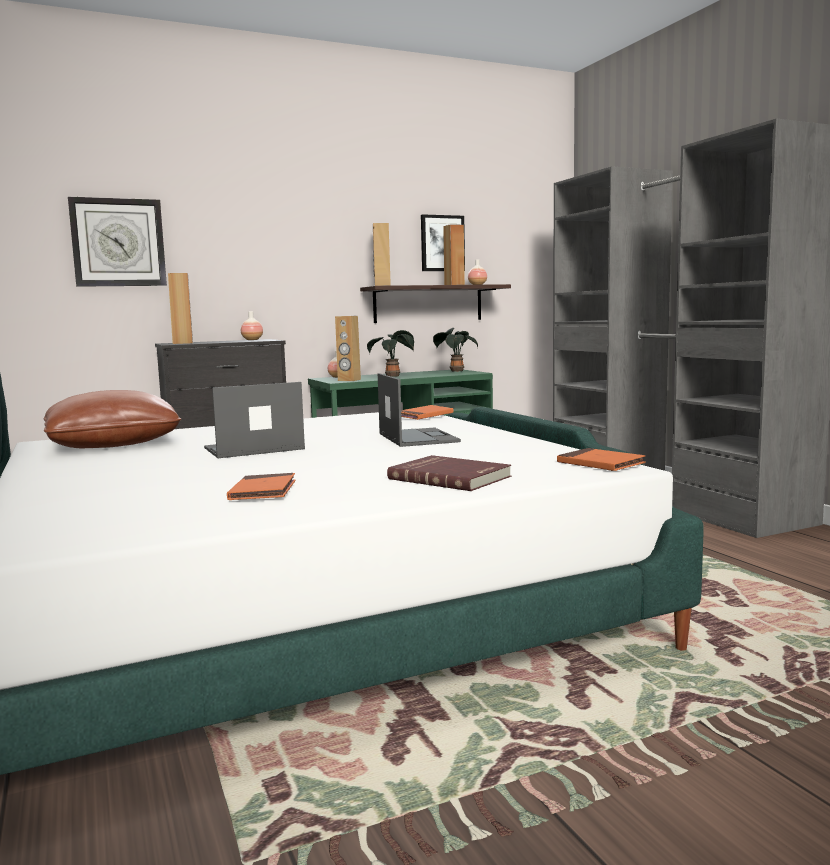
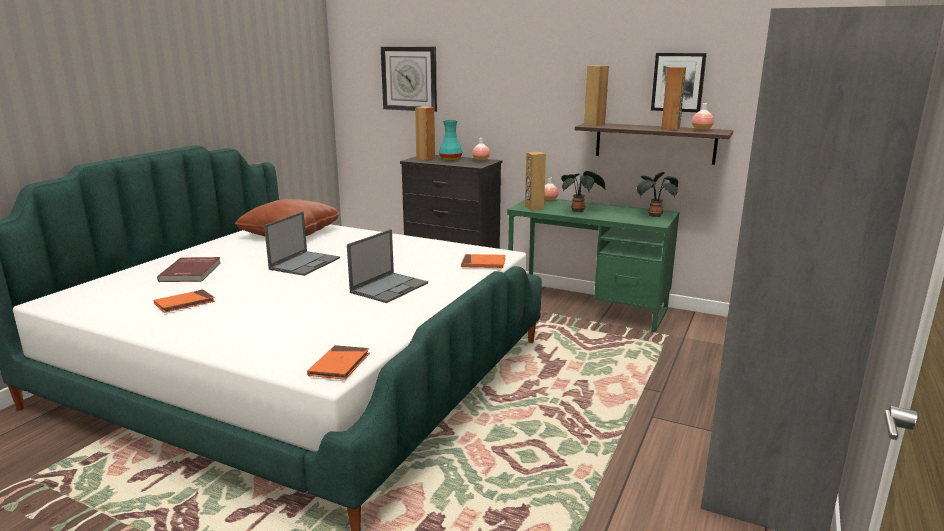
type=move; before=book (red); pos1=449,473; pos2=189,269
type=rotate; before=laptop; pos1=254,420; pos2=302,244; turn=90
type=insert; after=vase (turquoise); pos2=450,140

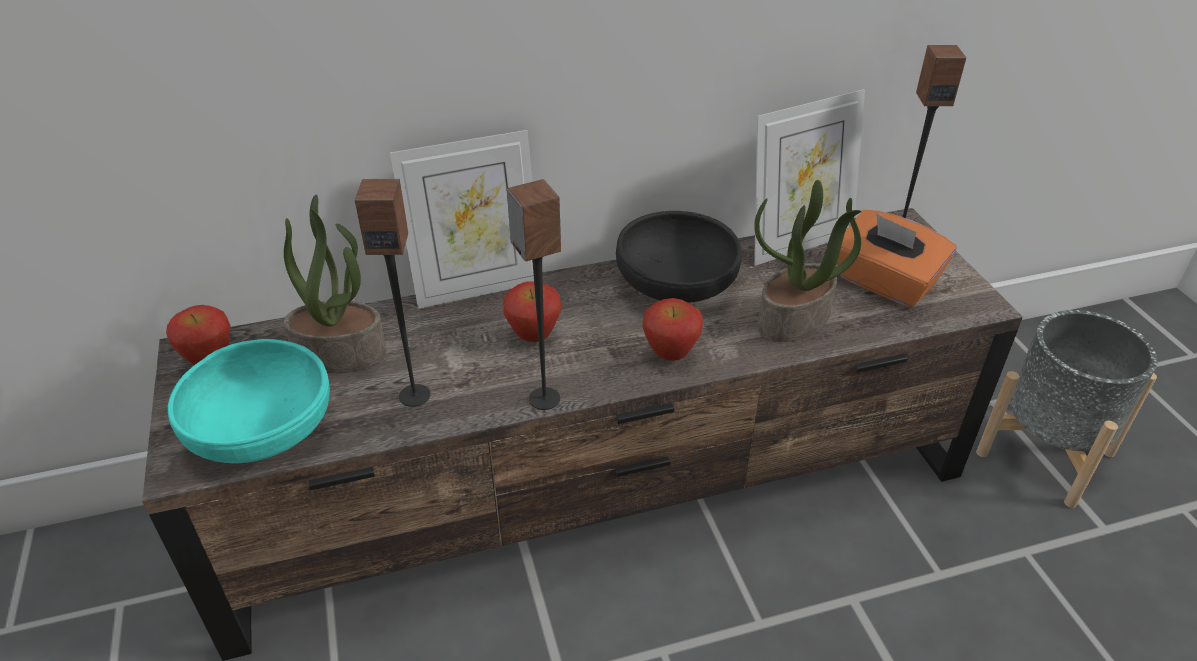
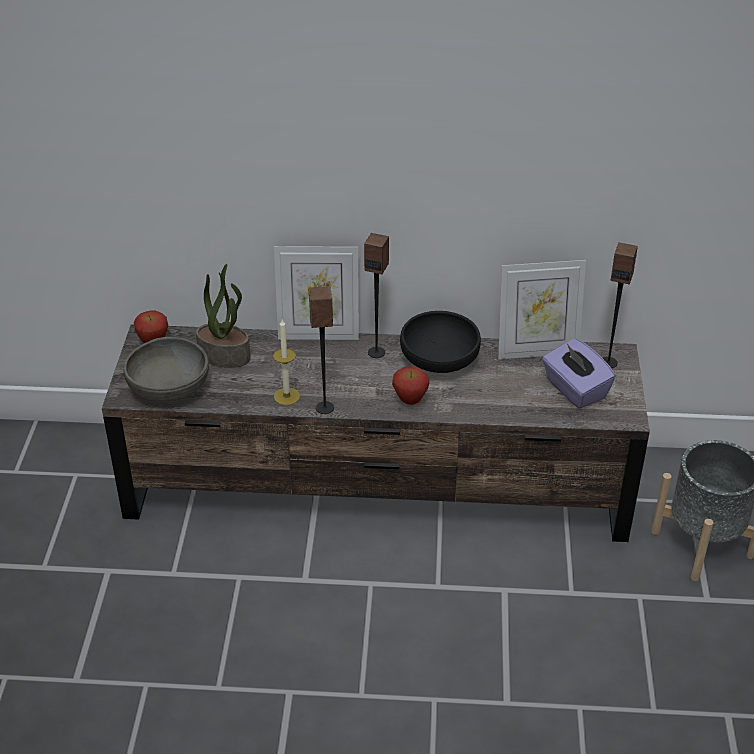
type=recolor; before=bowl (turquoise); after=bowl (grey); pos1=249,401; pos2=166,369
type=insert; after=candle; pos2=286,362
type=move; before=speaker; pos1=392,293; pos2=376,295
type=recolor; before=tissue box (orange); after=tissue box (purple); pos1=897,259; pos2=579,373
type=delete; before=apple; pos1=532,311
type=delete; before=potted plant; pos1=808,261

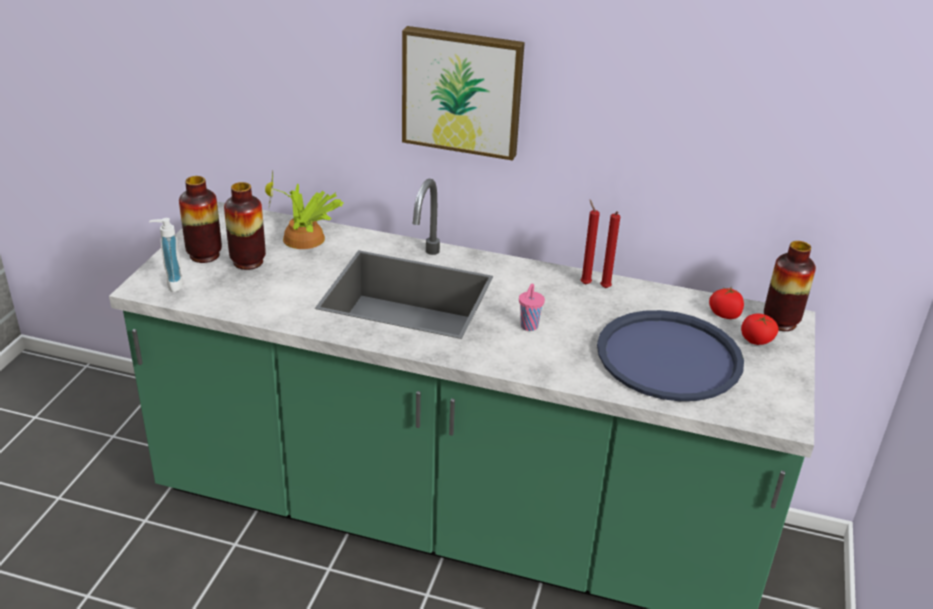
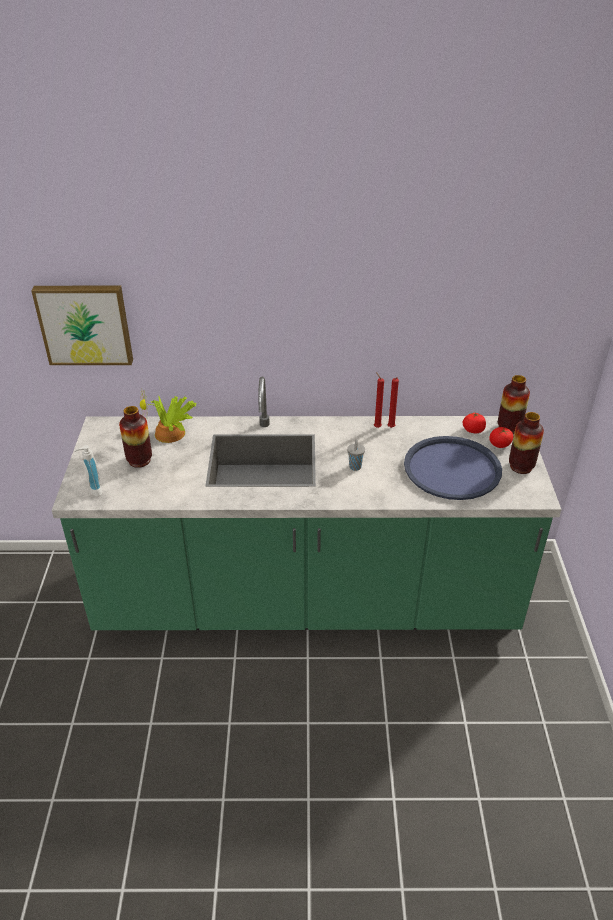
type=move; before=picture; pos1=463,93; pos2=82,325
type=recolor; before=cup (pink); after=cup (grey); pos1=532,307; pos2=356,455
type=move; before=vase; pos1=200,219; pos2=526,443

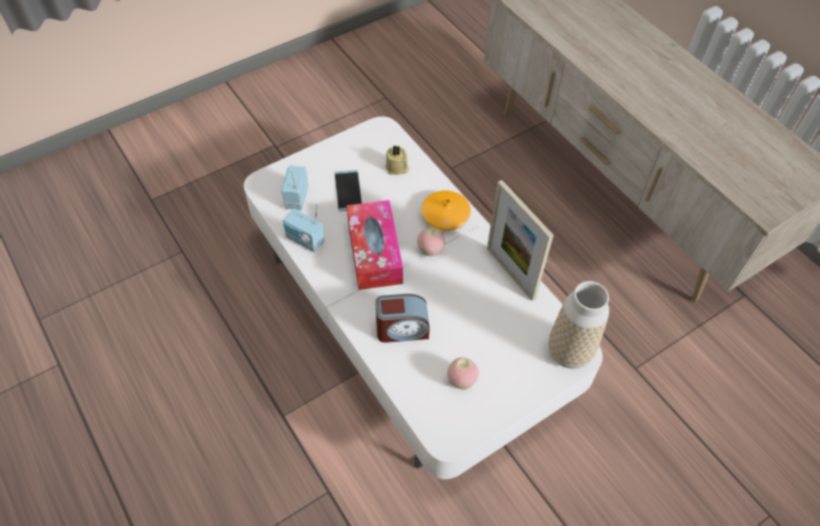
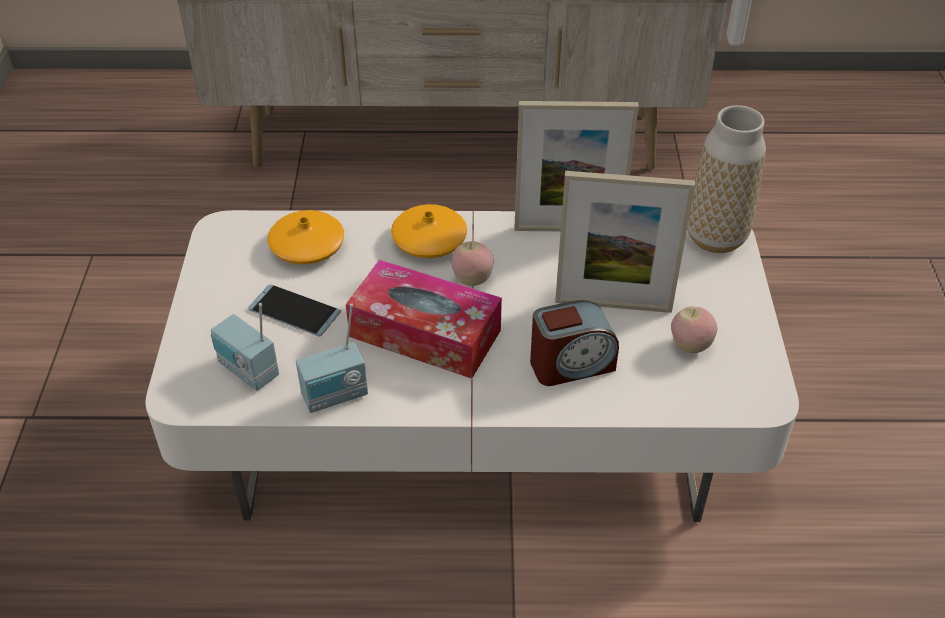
type=replace; before=candle (beige); after=vase (orange); pos1=397,160; pos2=305,237
type=rotate; before=alarm clock; pos1=402,318; pos2=574,343; turn=45
type=insert; after=picture frame; pos2=625,242

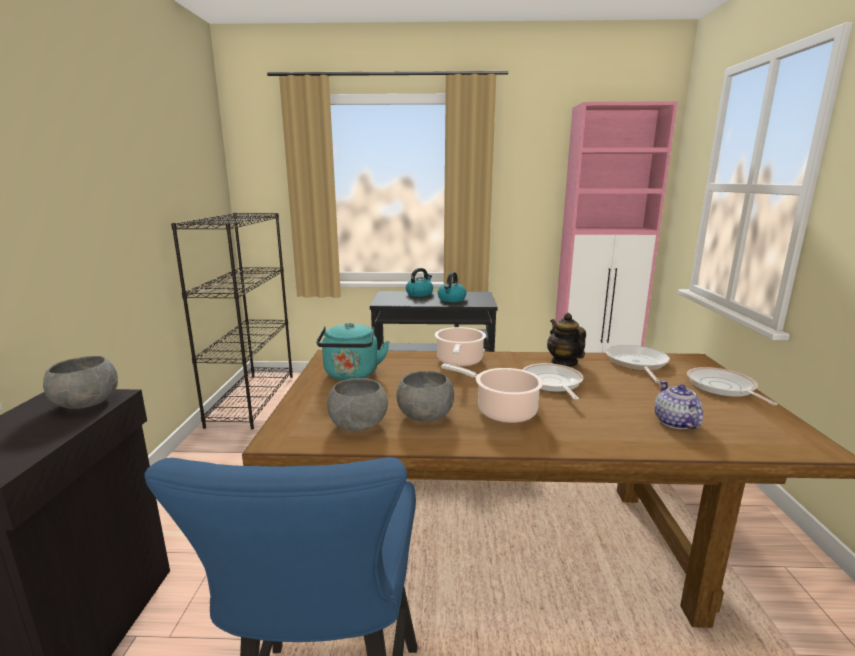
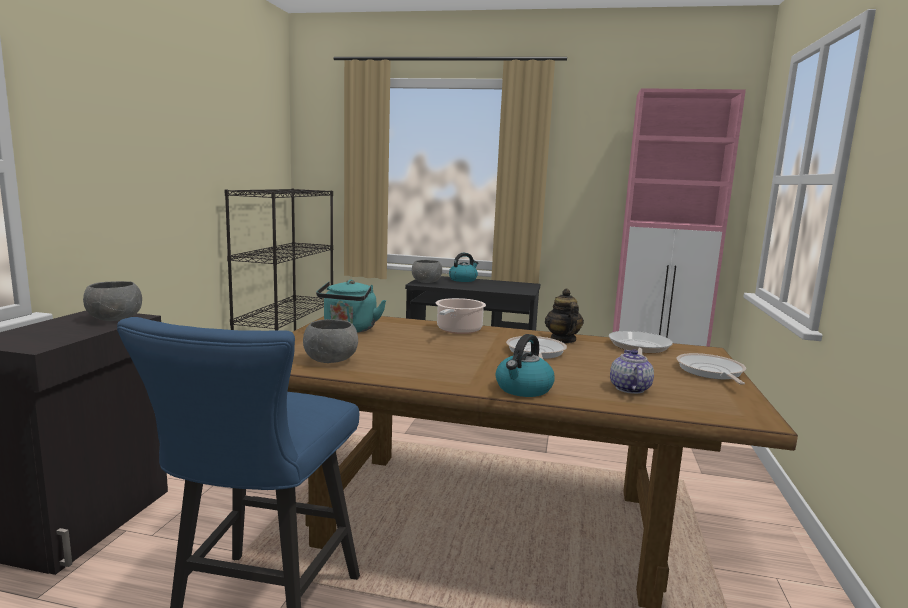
type=move; before=bowl (grey); pos1=425,396; pos2=427,271
type=move; before=kettle; pos1=452,287; pos2=525,365
type=delete; before=cooking pot; pos1=492,393

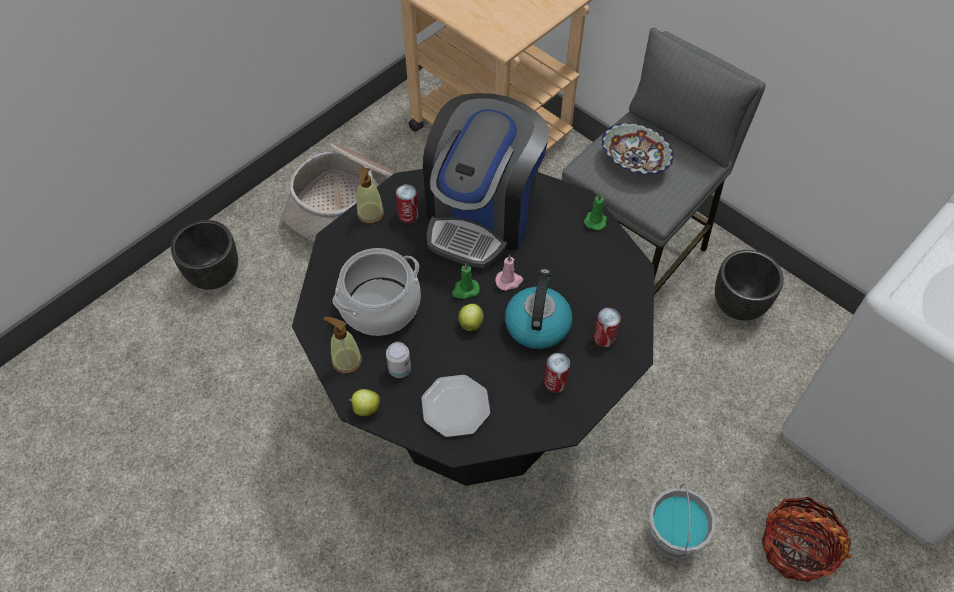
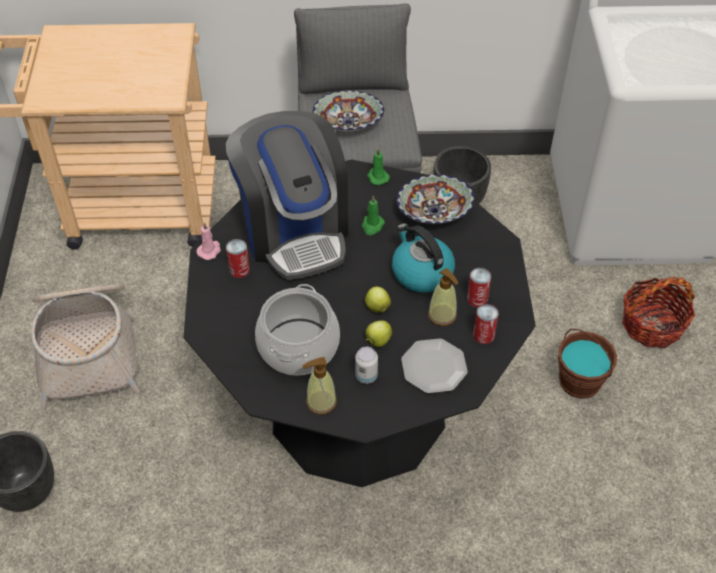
type=move; before=candle (pink); pos1=509,272; pos2=208,241
type=move; before=candle (green); pos1=466,281; pos2=373,215
type=move; before=apple; pos1=364,402; pos2=379,333
type=insert; after=bowl; pos2=435,199
type=move; before=soap dispenser; pos1=370,196; pos2=443,297
type=move; before=can; pos1=607,327; pos2=486,324
type=recolor; before=bucket (grey); after=bucket (brown); pos1=682,521; pos2=587,364

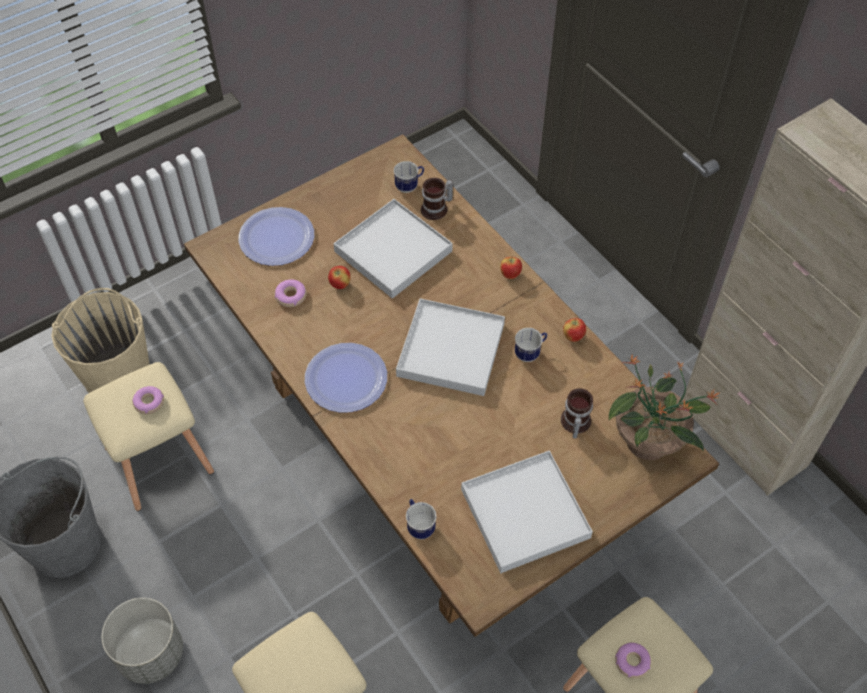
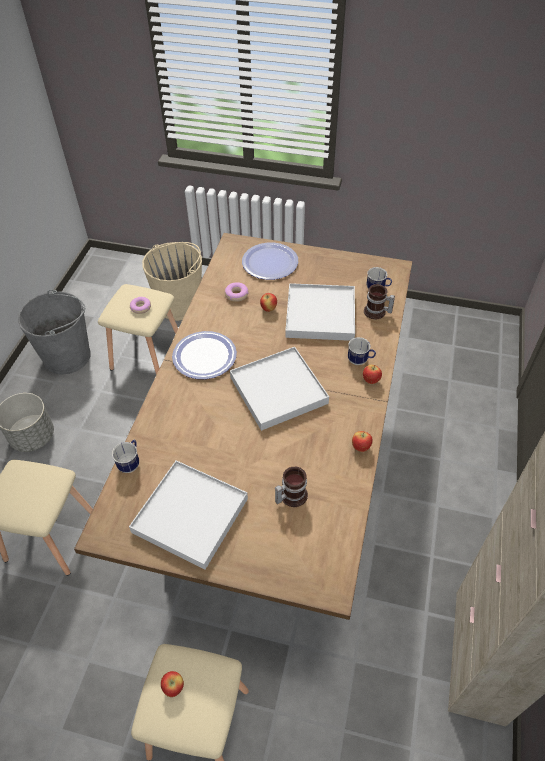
type=replace; before=donut; after=apple; pos1=633,660; pos2=172,684
type=move; before=mug; pos1=531,345; pos2=362,351
type=delete; before=potted plant; pos1=664,407

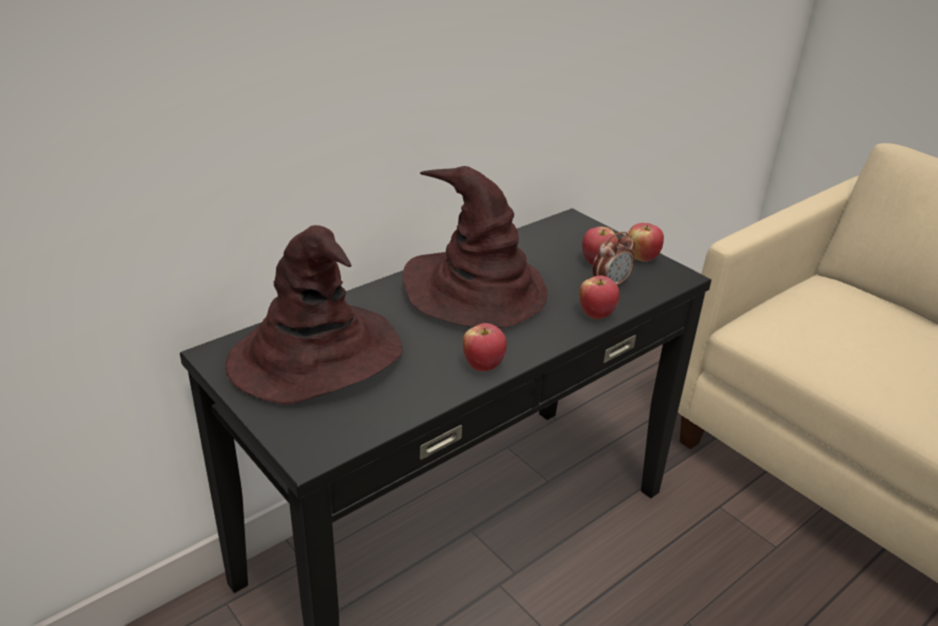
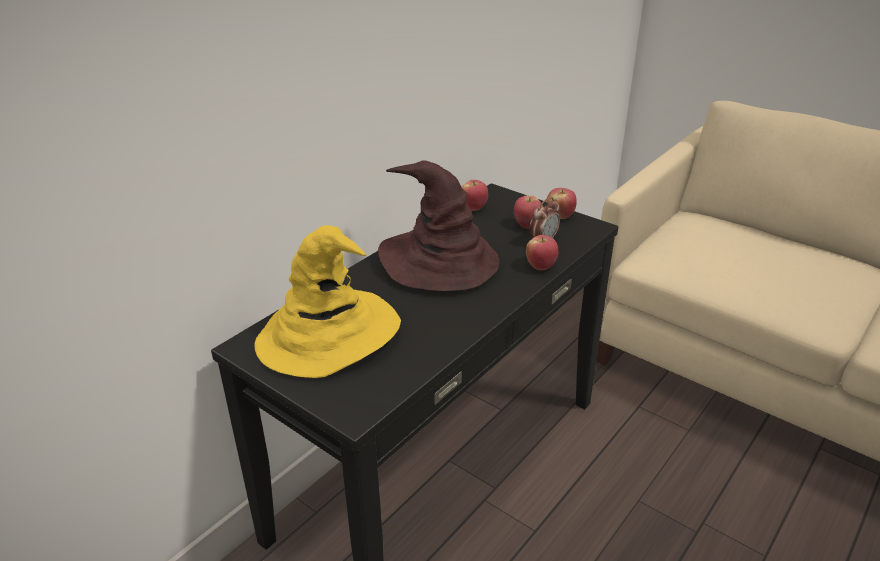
type=recolor; before=hat (brown); after=hat (yellow); pos1=314,314; pos2=328,301
type=move; before=apple; pos1=485,347; pos2=474,195

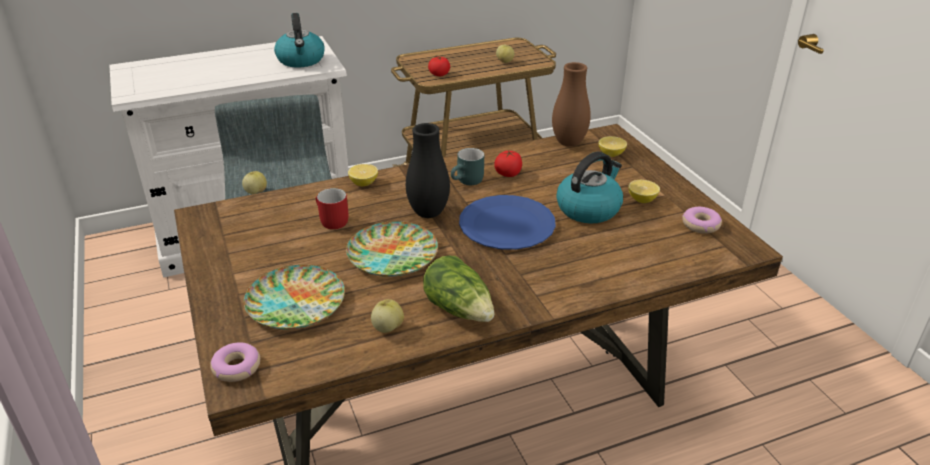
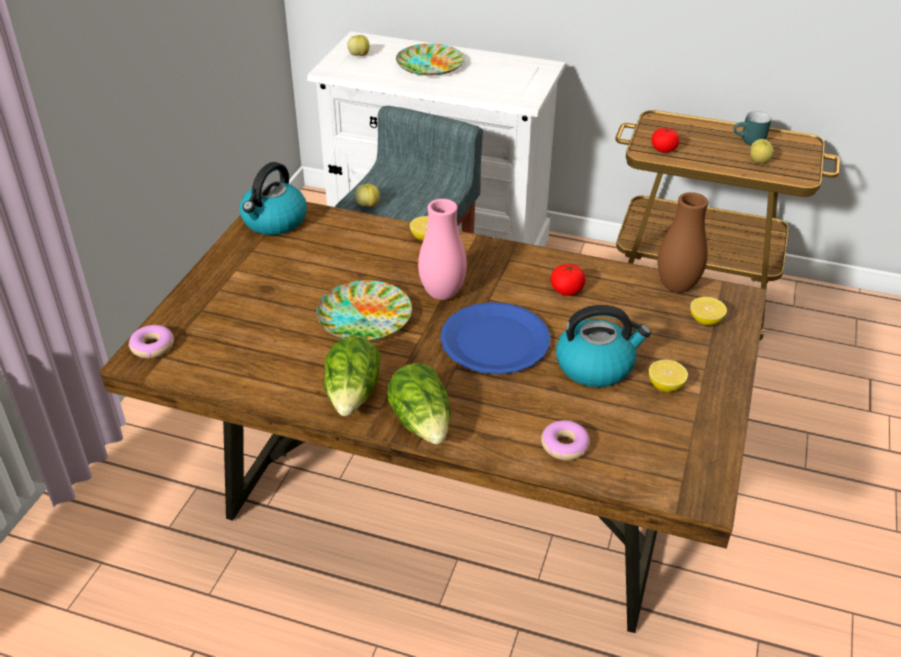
type=move; before=kettle; pos1=299,40; pos2=273,198
type=move; before=apple; pos1=387,316; pos2=358,45
type=insert; after=lettuce; pos2=419,403
type=move; before=plate; pos1=294,297; pos2=430,60
type=recolor; before=vase (black); after=vase (pink); pos1=428,170; pos2=442,249
type=move; before=donut; pos1=702,220; pos2=565,440
type=move; before=mug (turquoise); pos1=467,166; pos2=752,128
type=delete; before=mug (red); pos1=332,208

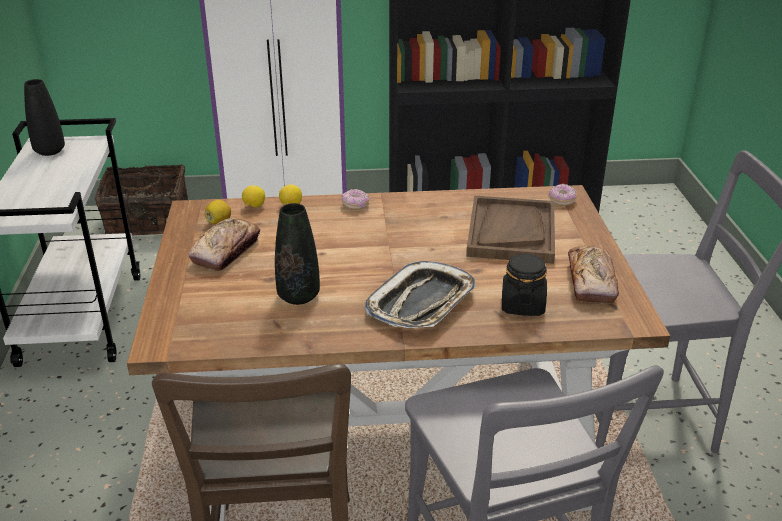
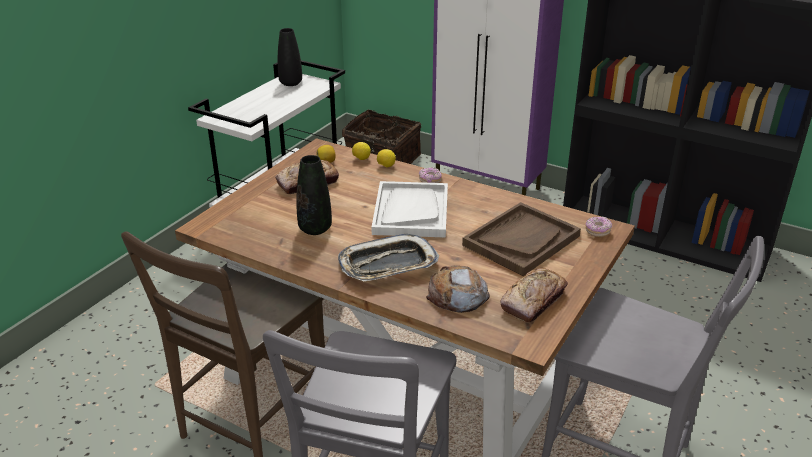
type=insert; after=tray (white); pos2=410,209
type=replace; before=jar (black); after=bread; pos1=524,285; pos2=458,289

